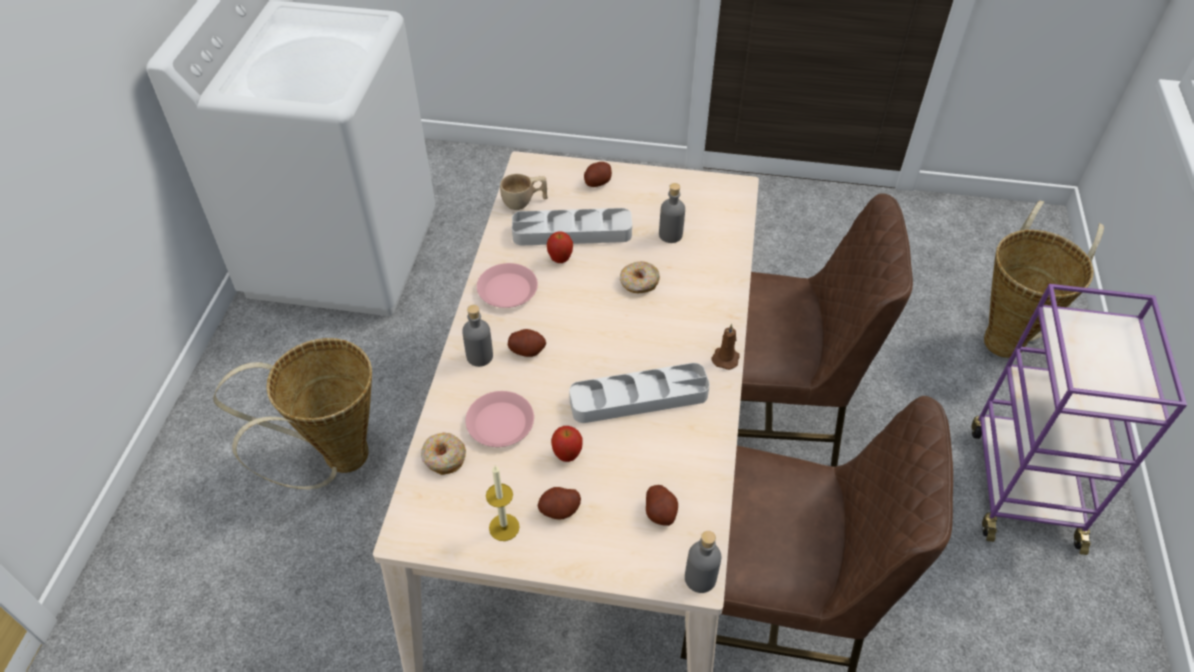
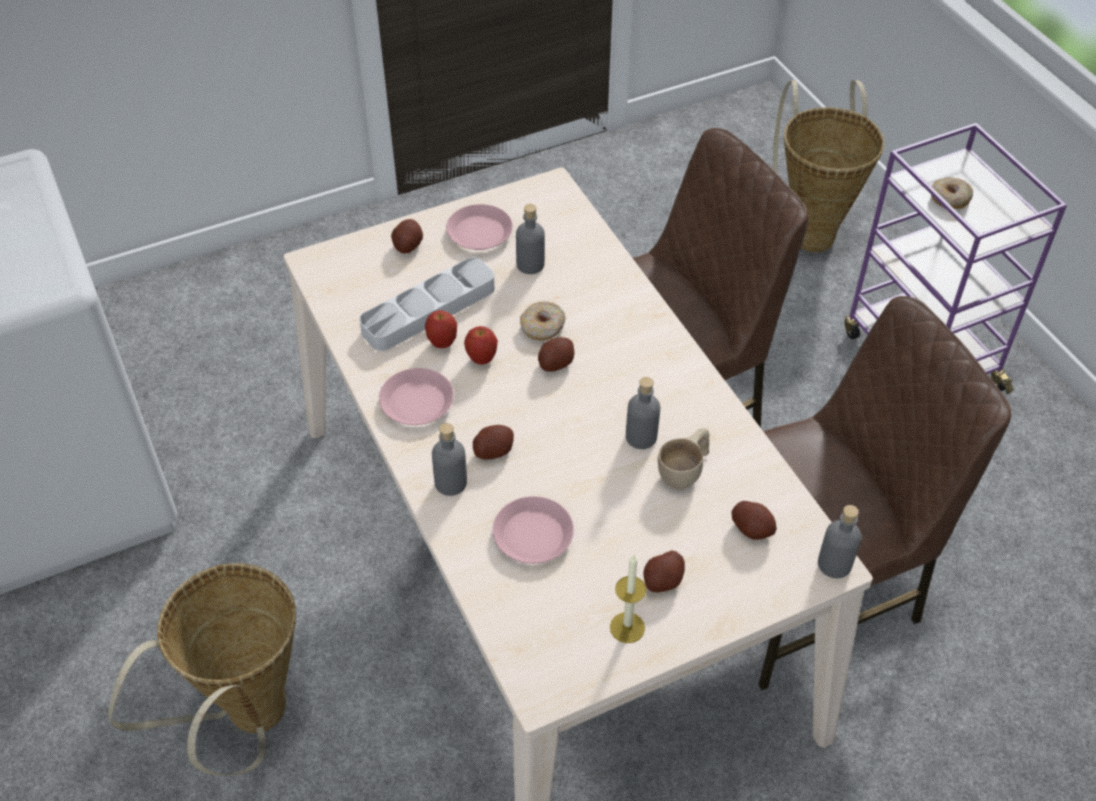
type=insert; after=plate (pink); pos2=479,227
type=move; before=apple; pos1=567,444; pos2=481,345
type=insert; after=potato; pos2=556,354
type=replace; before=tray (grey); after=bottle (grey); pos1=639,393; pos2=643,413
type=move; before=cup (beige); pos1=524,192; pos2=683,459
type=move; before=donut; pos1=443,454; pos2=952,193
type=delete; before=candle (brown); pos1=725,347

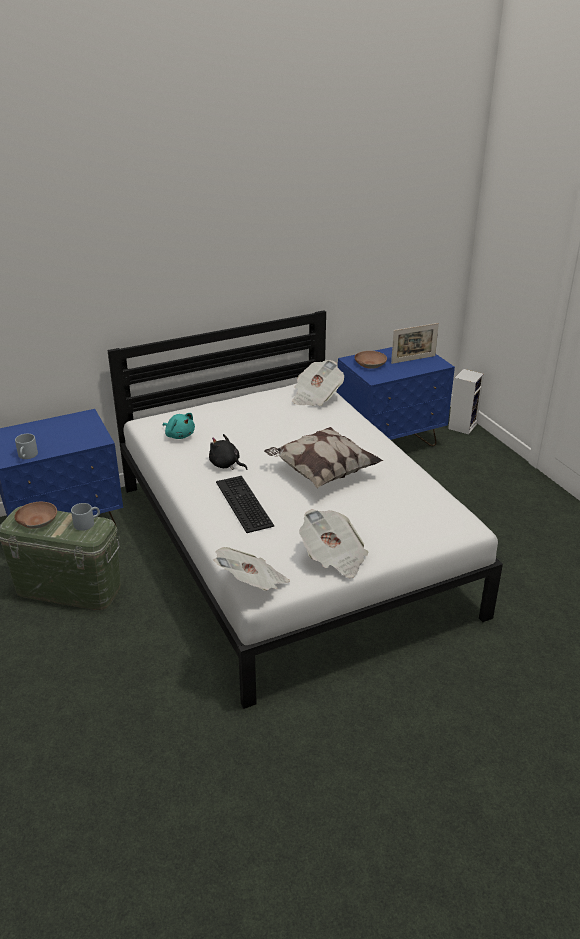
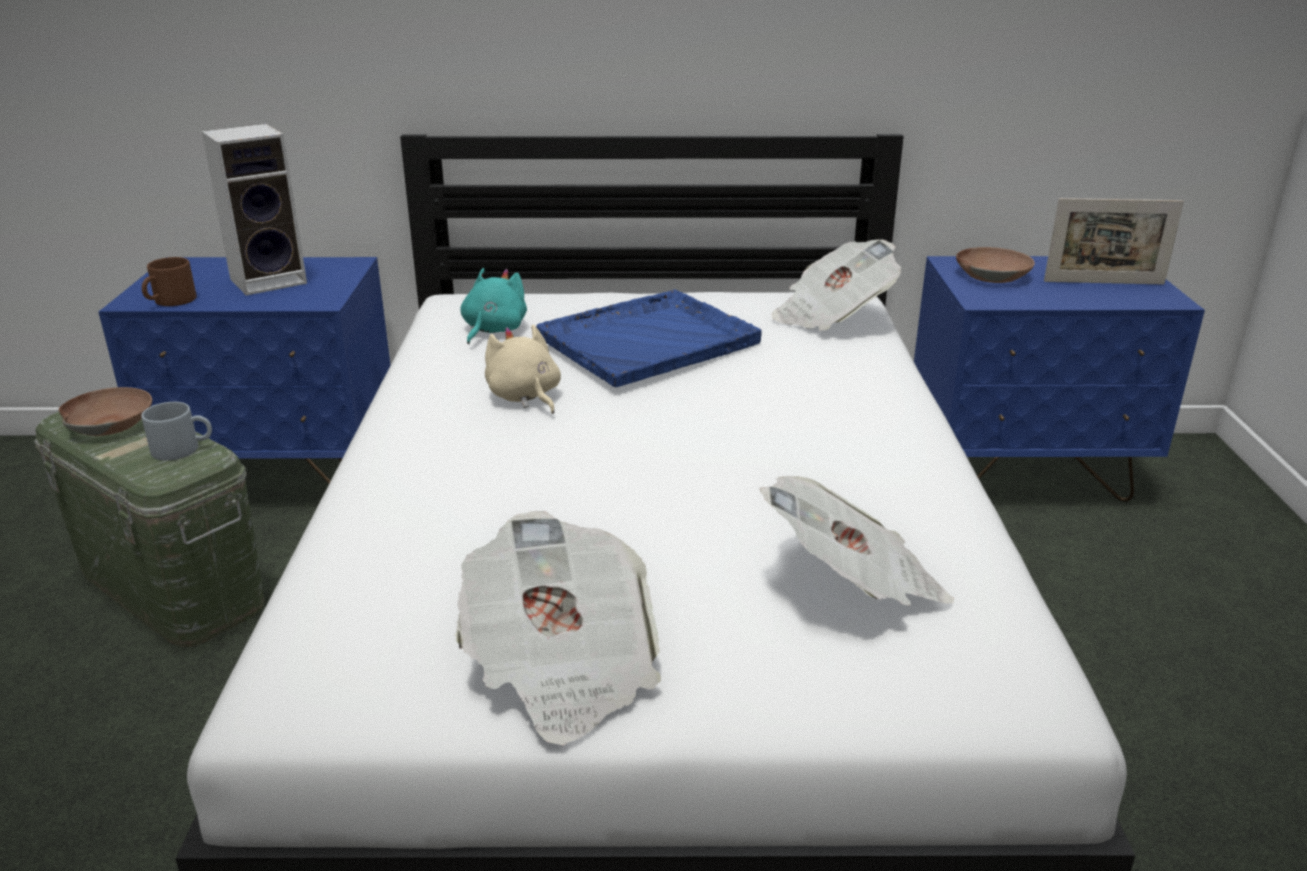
type=recolor; before=mug (grey); after=mug (brown); pos1=26,446; pos2=169,281
type=move; before=speaker; pos1=466,402; pos2=254,210
type=rotate; before=plush toy (turquoise); pos1=179,426; pos2=493,306; turn=-135
type=recolor; before=plush toy (black); after=plush toy (beige); pos1=228,452; pos2=523,369
type=insert; after=tray (blue); pos2=649,338
type=move; before=newspaper; pos1=252,569; pos2=856,541
type=delete; before=keyboard; pos1=245,504
type=delete; before=pillow; pos1=323,457

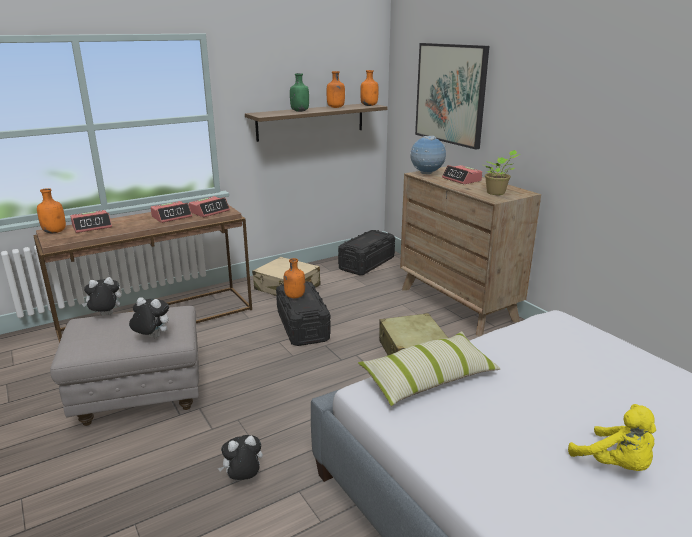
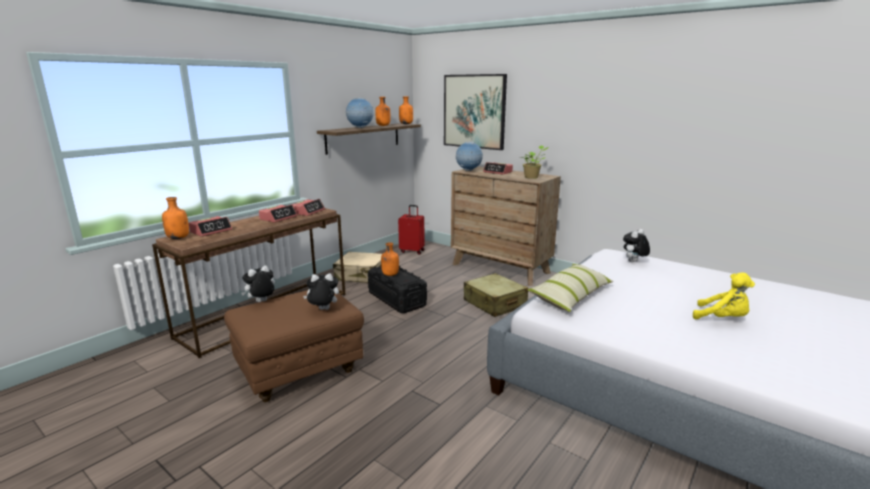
type=recolor; before=ottoman (grey); after=ottoman (brown); pos1=124,366; pos2=294,346
type=replace; before=bottle (green); after=globe; pos1=299,92; pos2=360,113
type=replace; before=storage box (black); after=suitcase (red); pos1=366,252; pos2=411,230
type=move; before=plush toy; pos1=240,457; pos2=636,245

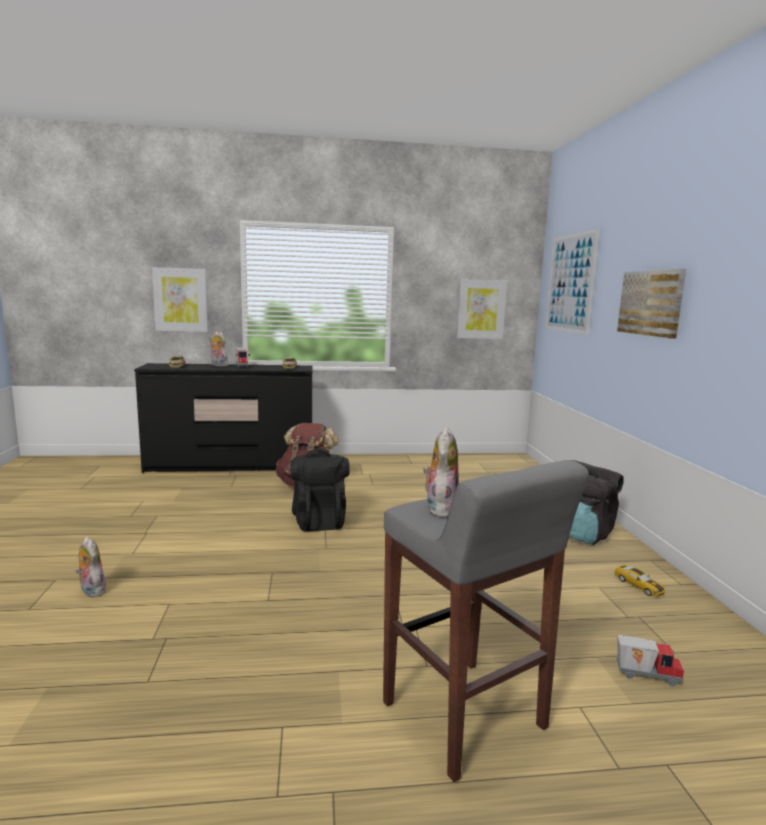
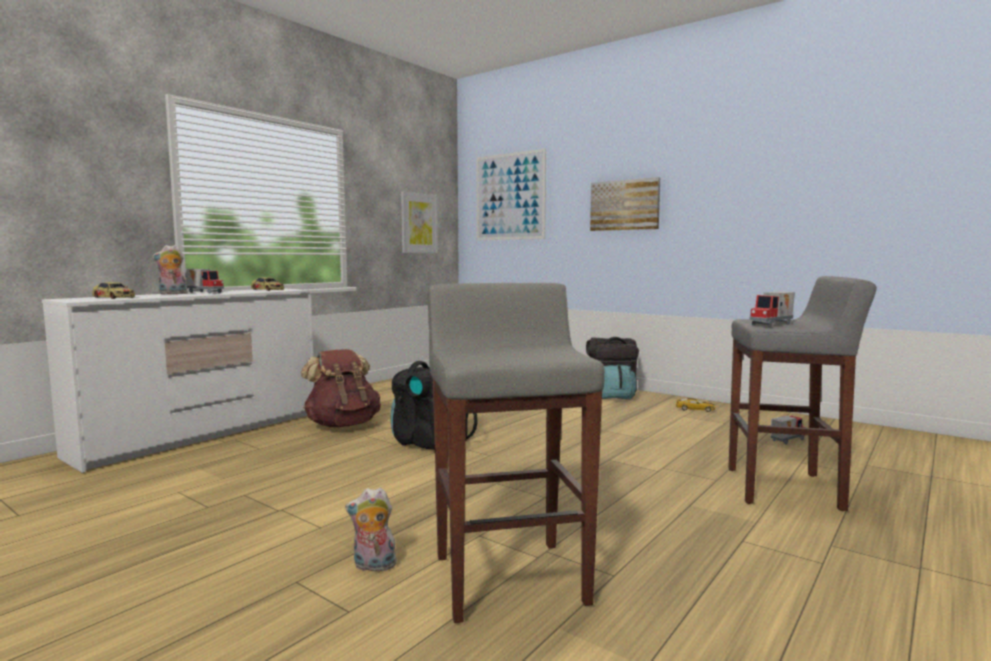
type=recolor; before=dresser (black); after=dresser (white); pos1=223,418; pos2=178,380
type=insert; after=stool (grey); pos2=515,453
type=replace; before=plush toy; after=toy truck; pos1=441,472; pos2=772,309
type=delete; before=picture; pos1=180,299

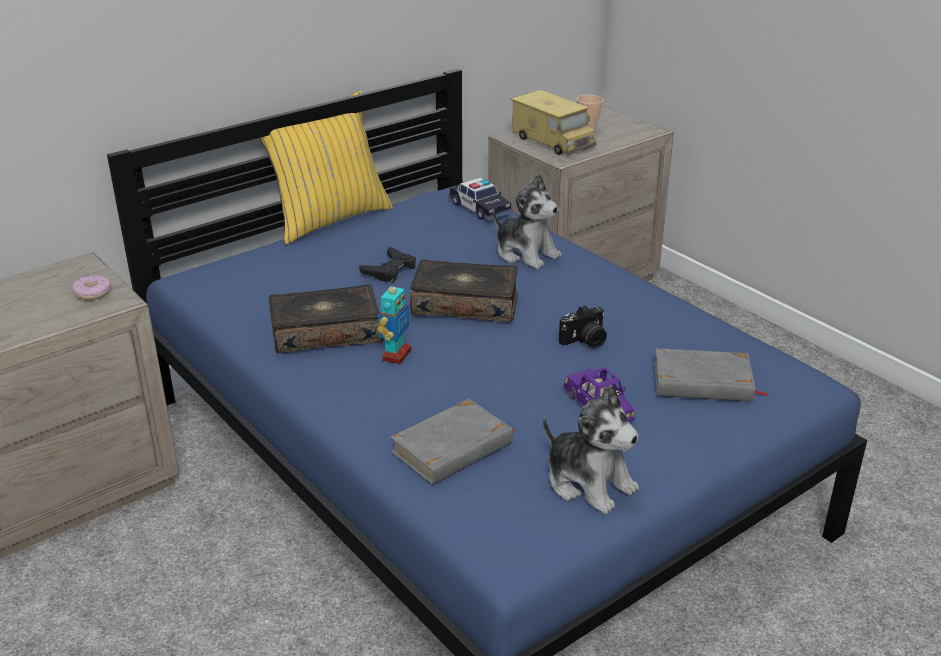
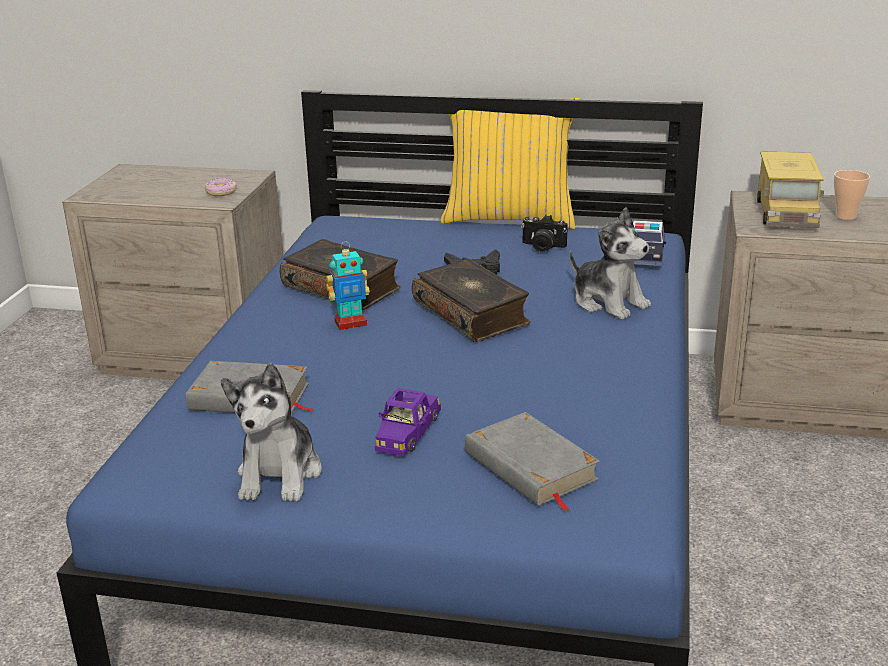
type=move; before=photo camera; pos1=583,326; pos2=544,233
type=rotate; before=plush toy; pos1=527,221; pos2=610,263; turn=-45

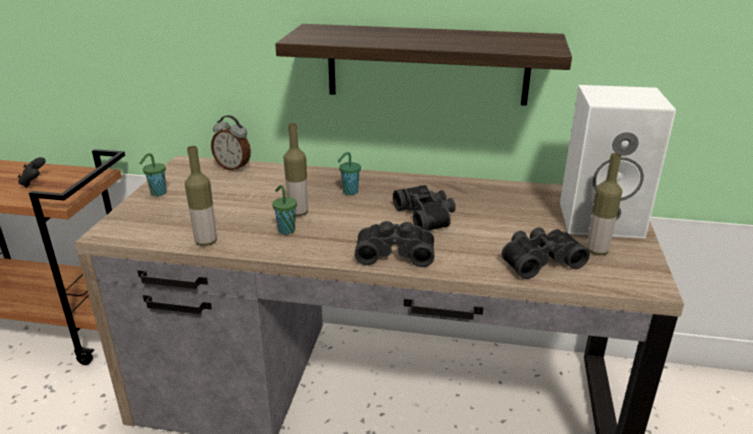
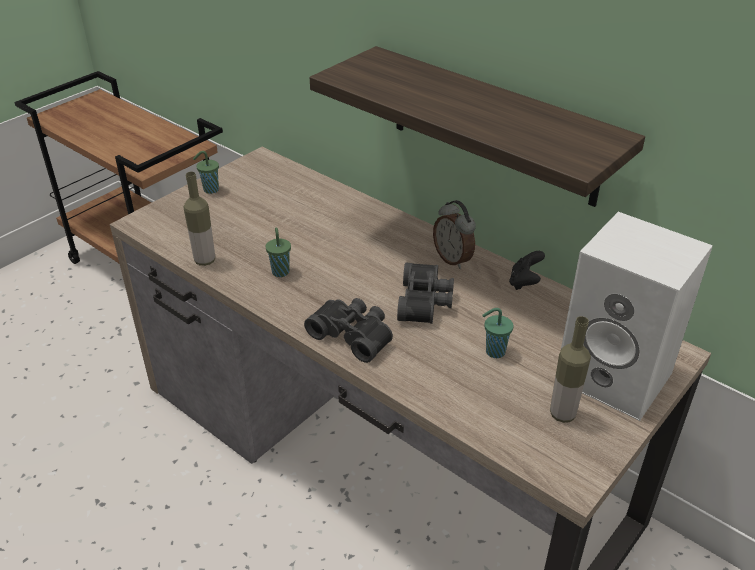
type=move; before=alarm clock; pos1=231,143; pos2=454,234
type=move; before=cup (green); pos1=349,173; pos2=497,333
type=move; before=game controller (black); pos1=31,172; pos2=527,270
type=delete; before=bottle; pos1=295,170
type=delete; before=binoculars (black); pos1=546,253

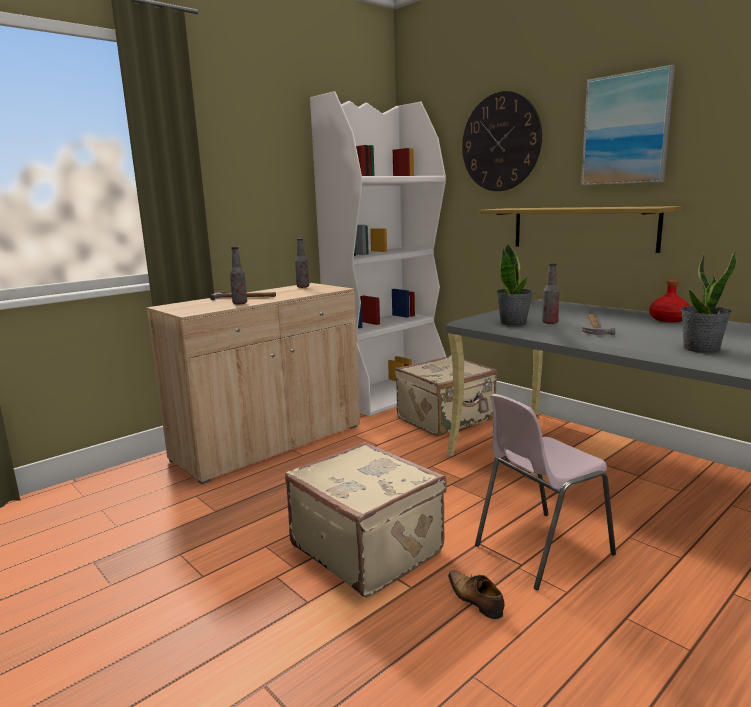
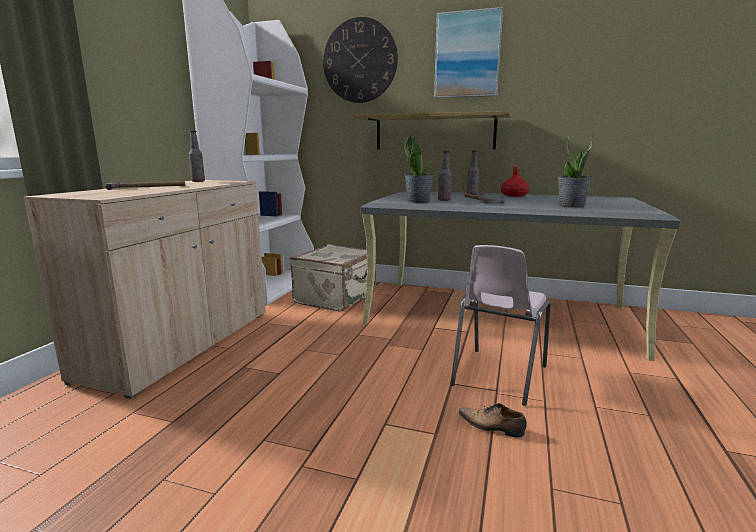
type=move; before=bottle; pos1=238,275; pos2=473,173
type=delete; before=suitcase (beige); pos1=366,519

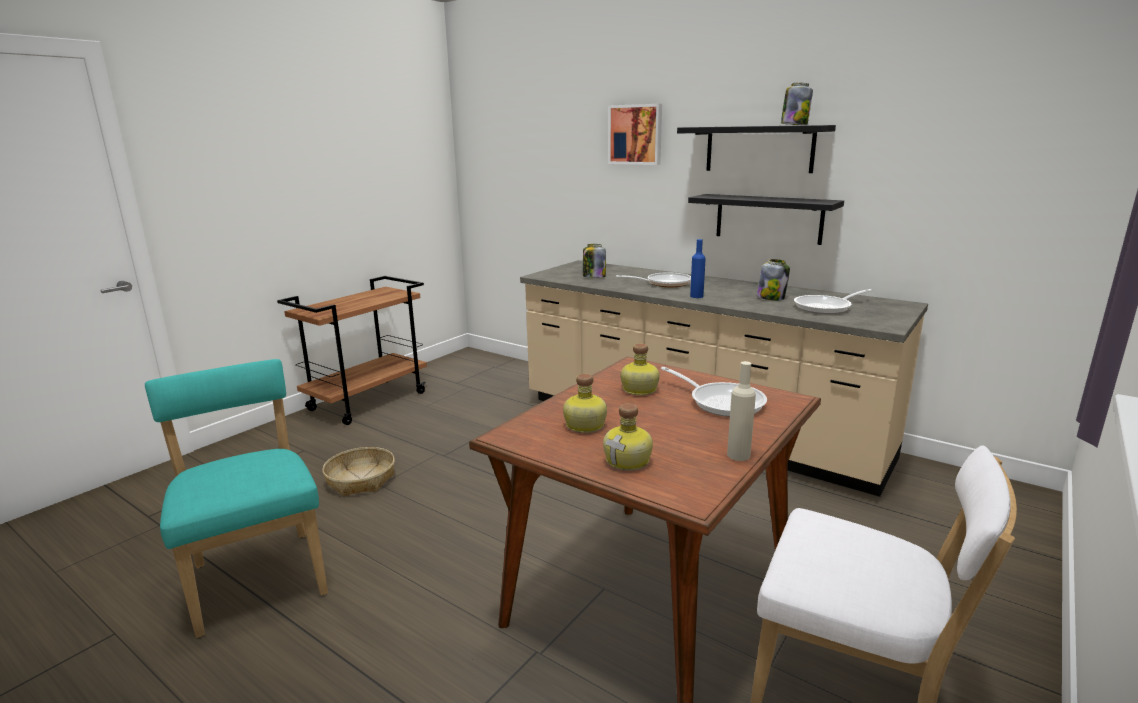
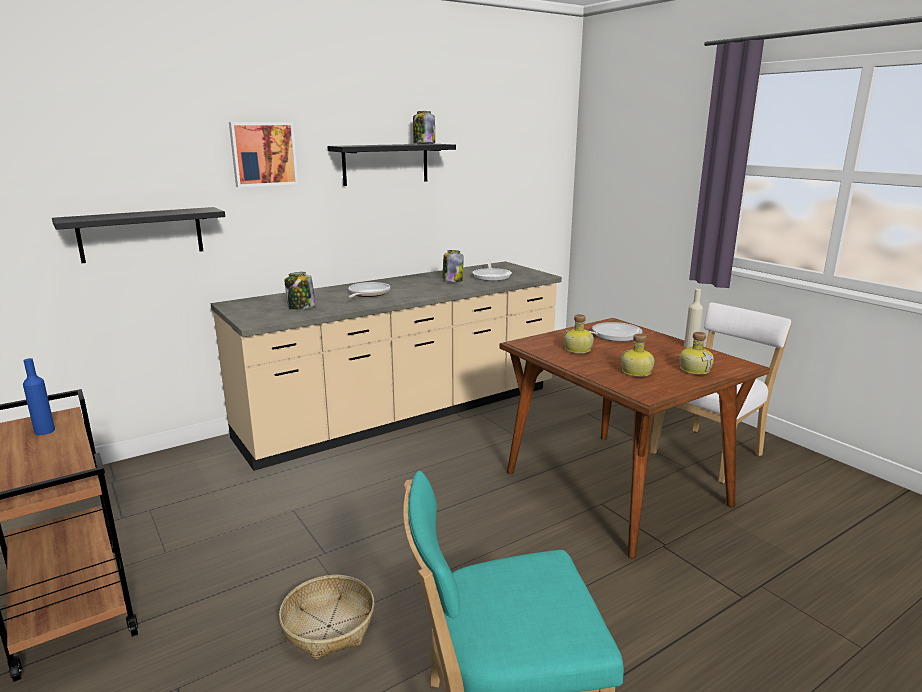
type=move; before=bottle (blue); pos1=698,268; pos2=39,396
type=move; before=shelf (black); pos1=766,219; pos2=138,235

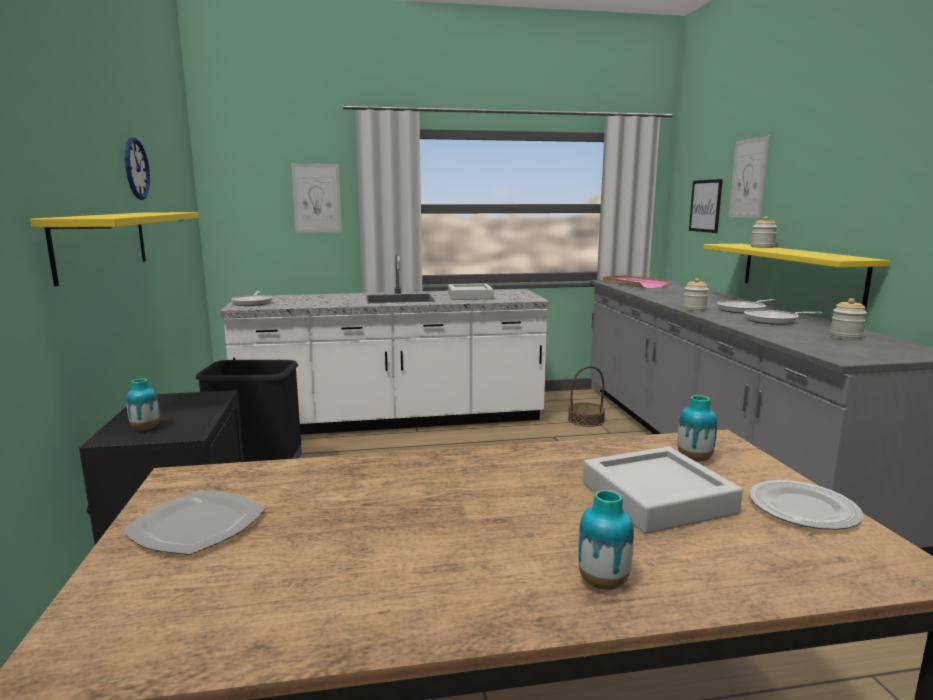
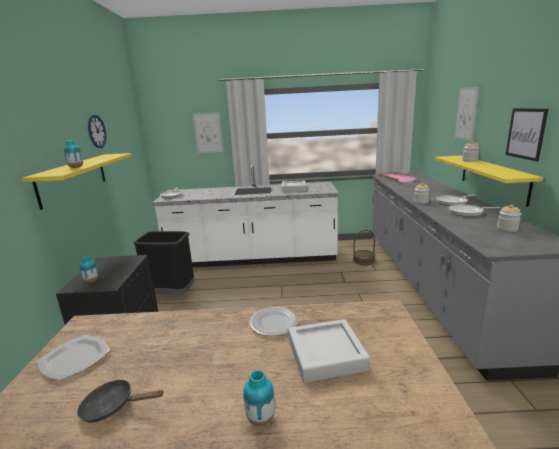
type=move; before=vase; pos1=697,428; pos2=73,154
type=insert; after=frying pan (black); pos2=120,401
type=move; before=plate; pos1=806,505; pos2=274,321
type=move; before=picture; pos1=706,206; pos2=527,135

